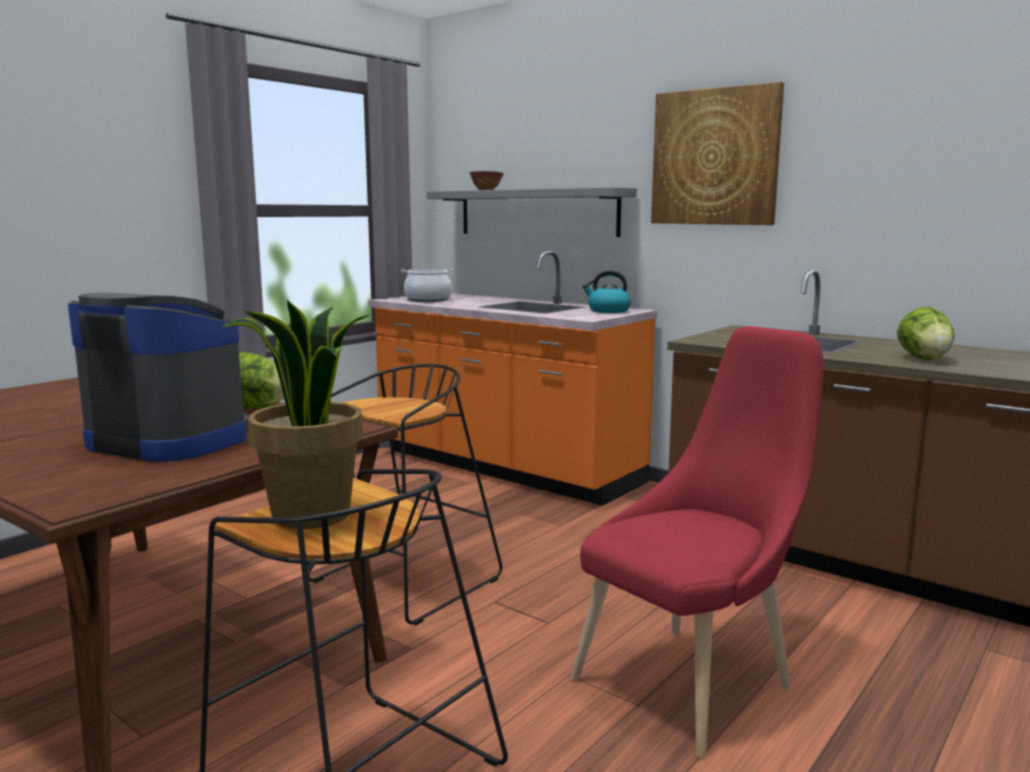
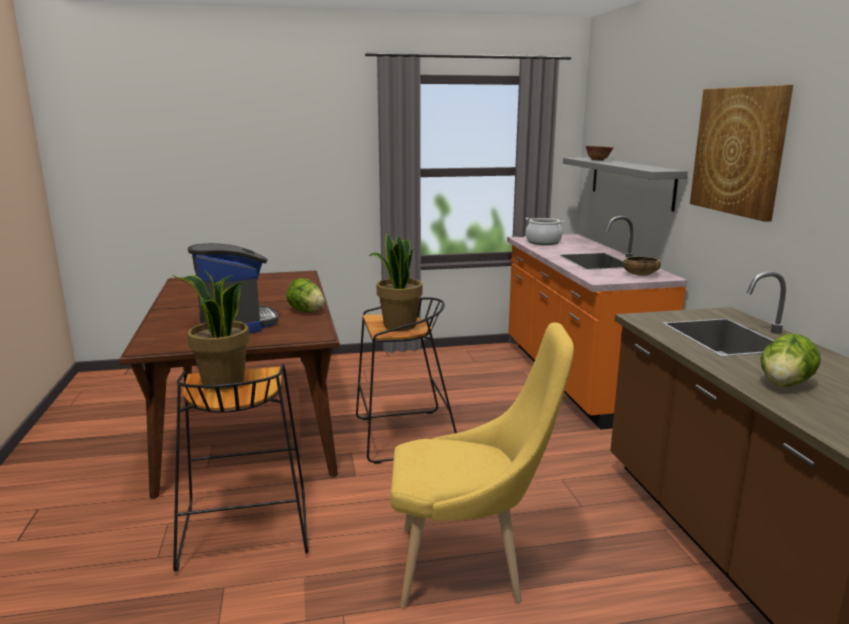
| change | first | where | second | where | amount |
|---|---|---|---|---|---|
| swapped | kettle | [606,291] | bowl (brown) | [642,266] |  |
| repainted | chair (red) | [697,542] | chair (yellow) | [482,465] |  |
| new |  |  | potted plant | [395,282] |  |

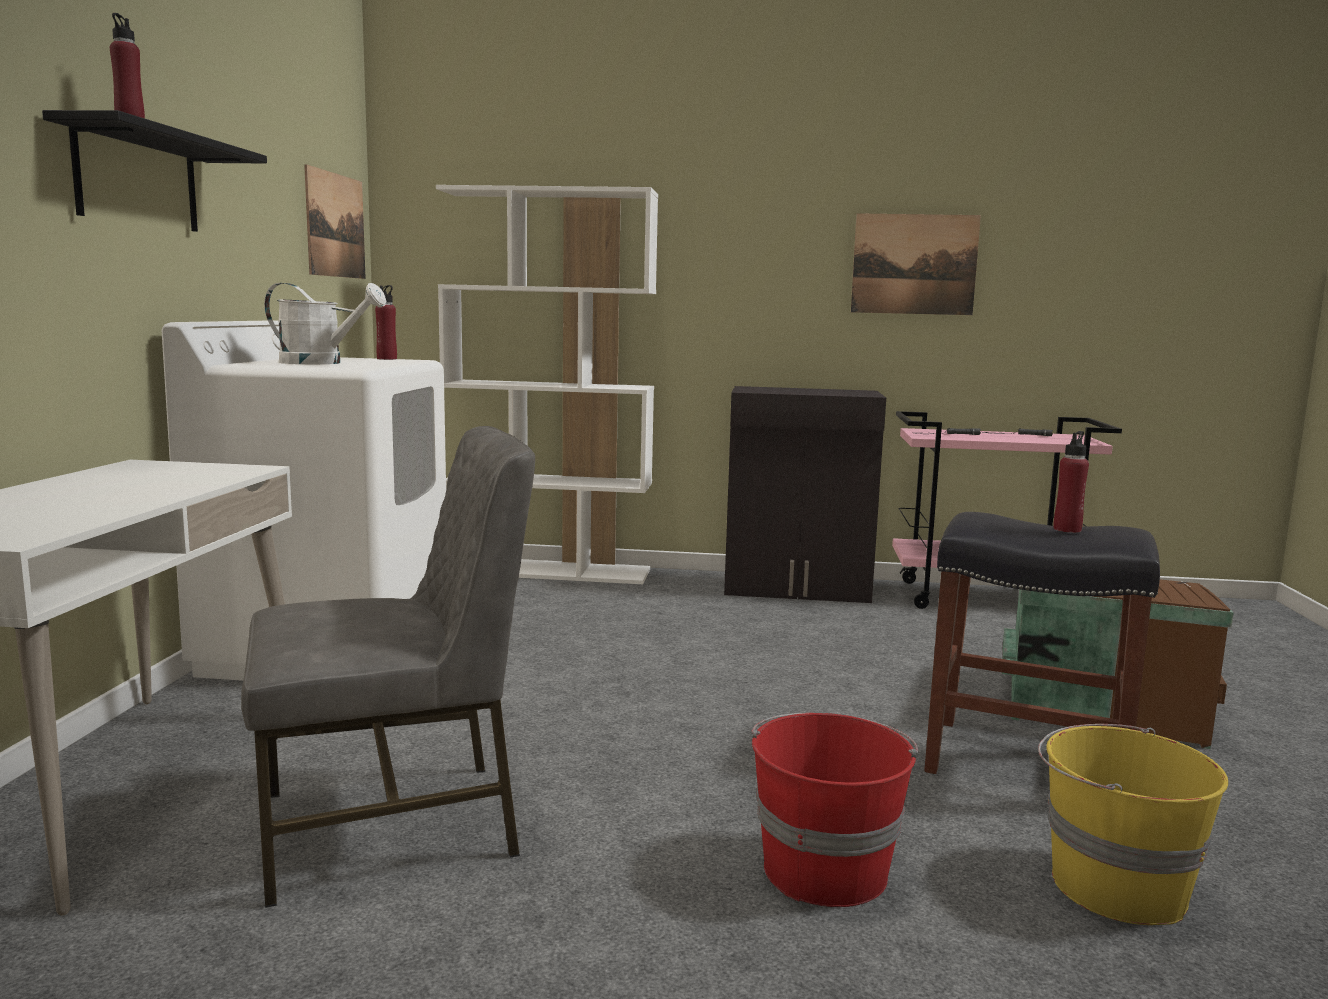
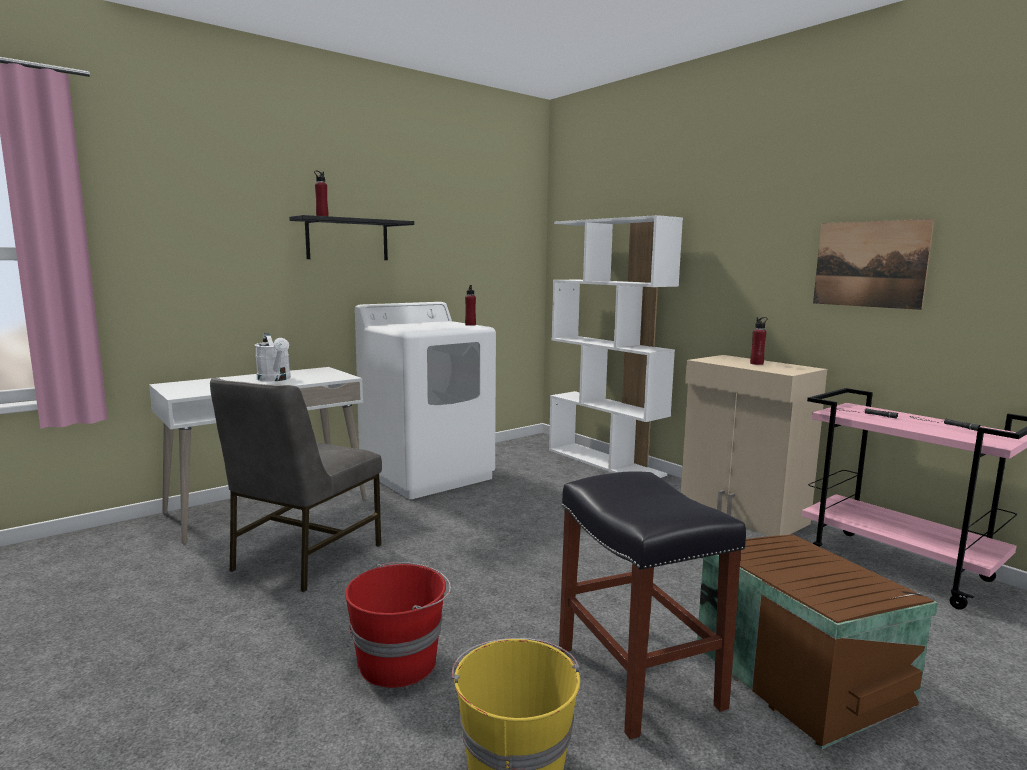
| change | first | where | second | where | amount |
|---|---|---|---|---|---|
| gone | picture | [335,221] |  |  |  |
| shifted | watering can (white) | [325,323] |  | [273,357] |  |
| repainted | cabinet (black) | [805,494] | cabinet (beige) | [754,445] |  |
| rotated | chair (grey) | [388,667] |  | [296,485] | 90 degrees clockwise |
| shifted | bottle (red) | [1071,482] |  | [759,341] |  |

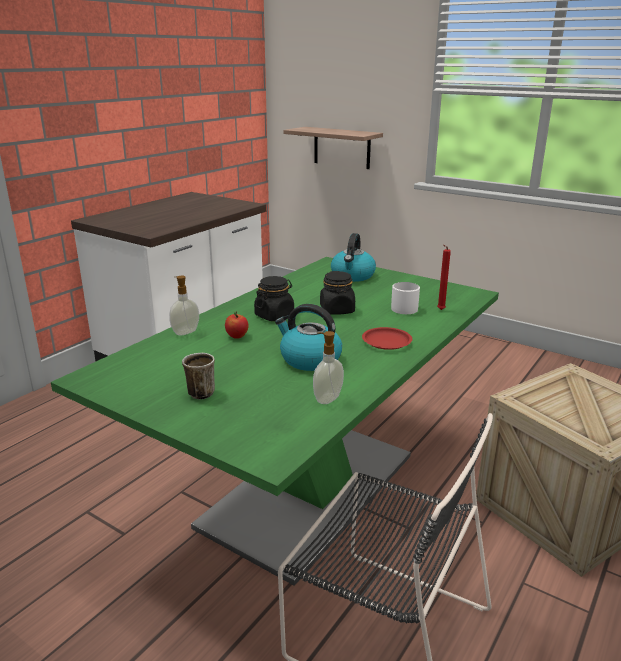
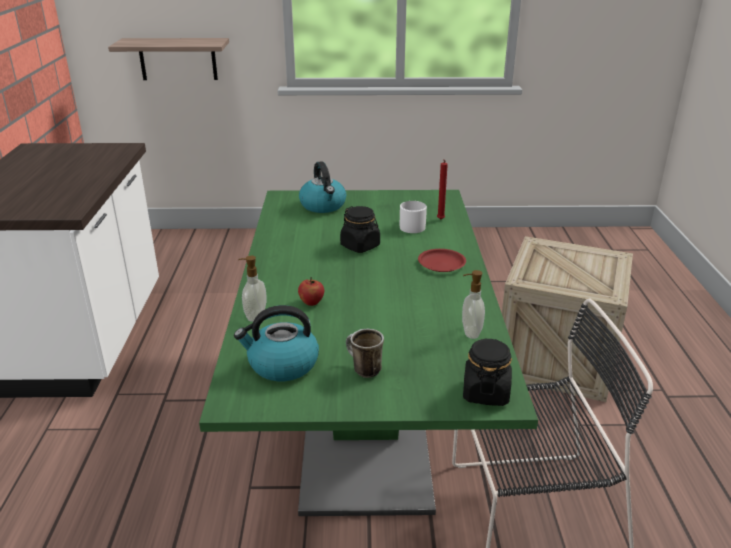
| change | first | where | second | where | amount |
|---|---|---|---|---|---|
| shifted | jar (black) | [274,298] |  | [487,372] |  |
| shifted | kettle | [308,337] |  | [276,343] |  |

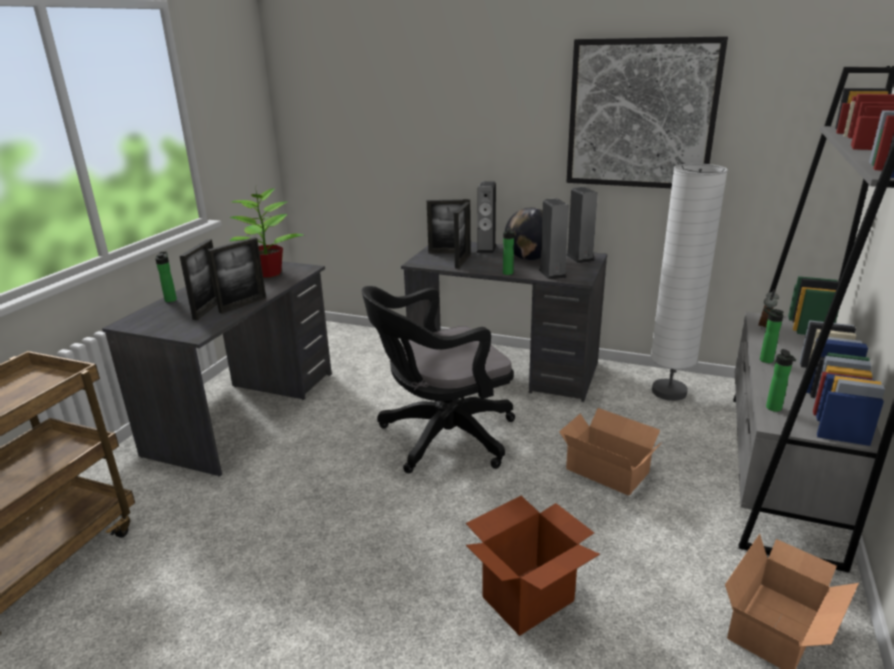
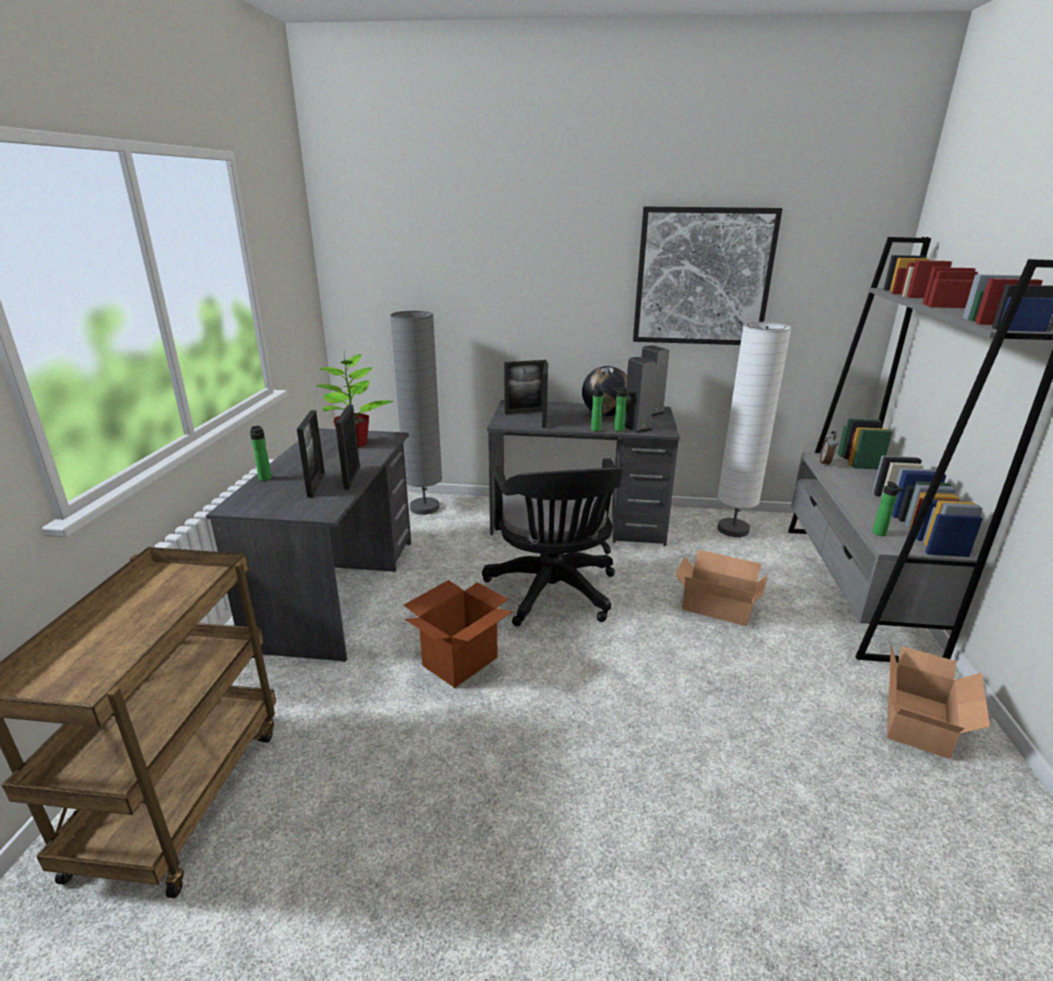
| change | first | where | second | where | amount |
|---|---|---|---|---|---|
| gone | speaker | [486,217] |  |  |  |
| rotated | picture frame | [236,275] |  | [347,447] | 150 degrees clockwise |
| rotated | office chair (black) | [438,379] |  | [552,542] | 60 degrees counterclockwise |
| shifted | bottle | [772,335] |  | [620,409] |  |
| shifted | cardboard box | [533,565] |  | [458,634] |  |
| new |  |  | floor lamp (grey) | [416,413] |  |

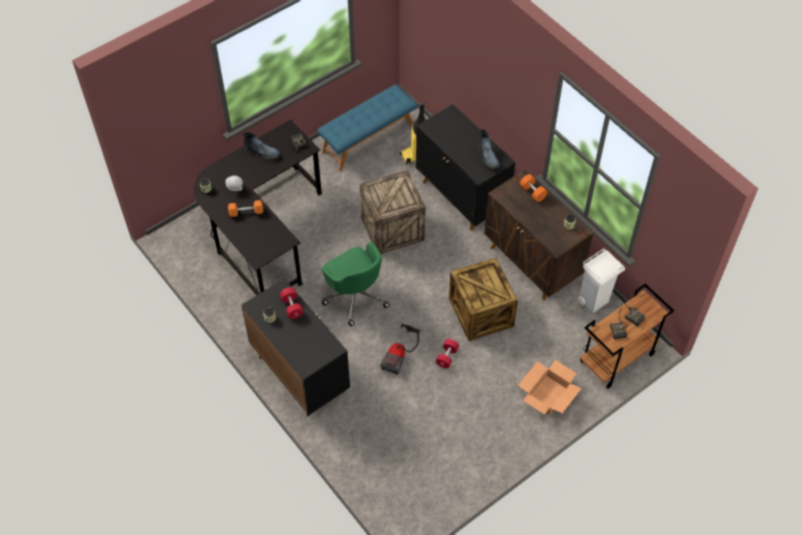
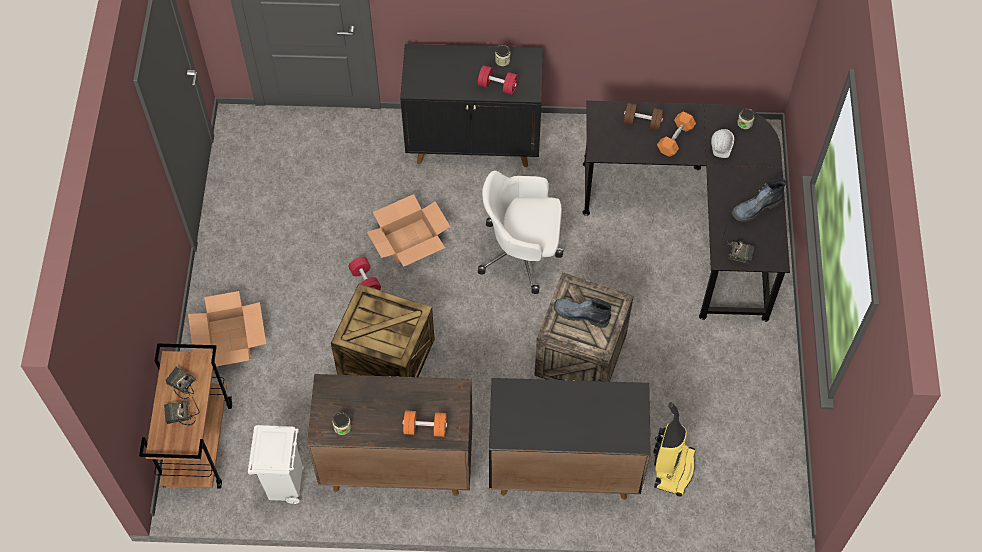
| change | first | where | second | where | amount |
|---|---|---|---|---|---|
| gone | bench (blue) | [367,127] |  |  |  |
| shifted | boot | [489,149] |  | [582,313] |  |
| repainted | office chair (green) | [355,284] | office chair (white) | [521,232] |  |
| swapped | vacuum cleaner | [400,349] | cardboard box | [409,230] |  |
| new |  |  | dumbbell (brown) | [643,116] |  |

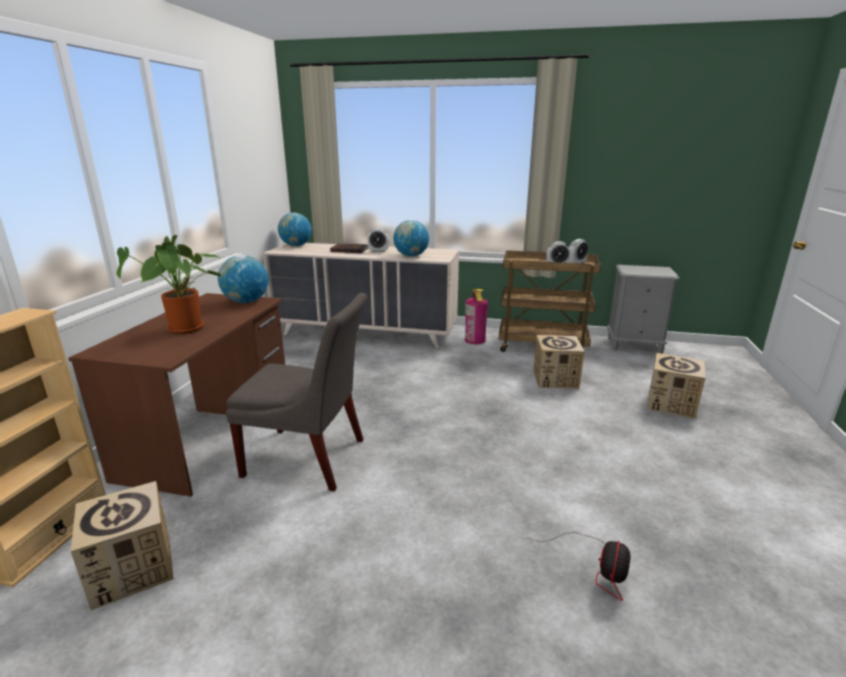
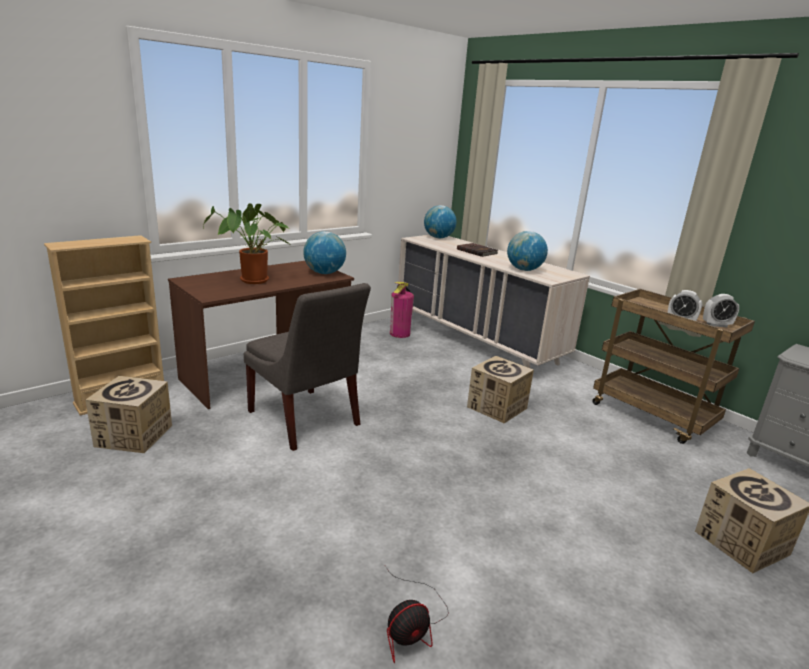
| change | first | where | second | where | amount |
|---|---|---|---|---|---|
| gone | alarm clock | [378,240] |  |  |  |
| shifted | fire extinguisher | [476,316] |  | [402,310] |  |
| shifted | cardboard box | [559,362] |  | [500,390] |  |

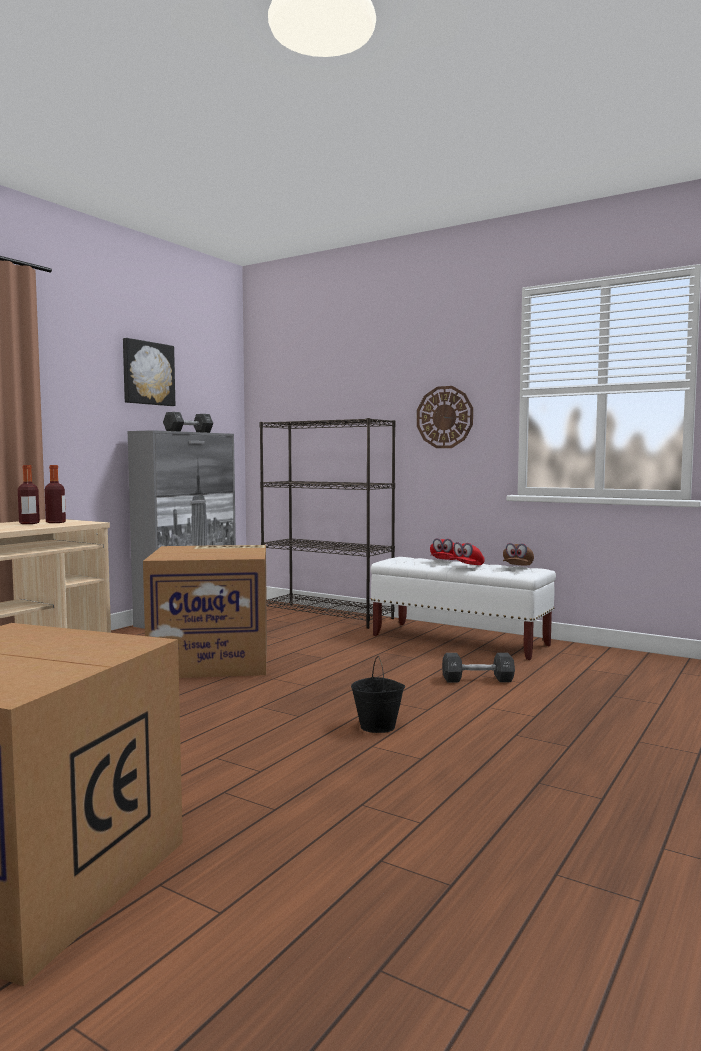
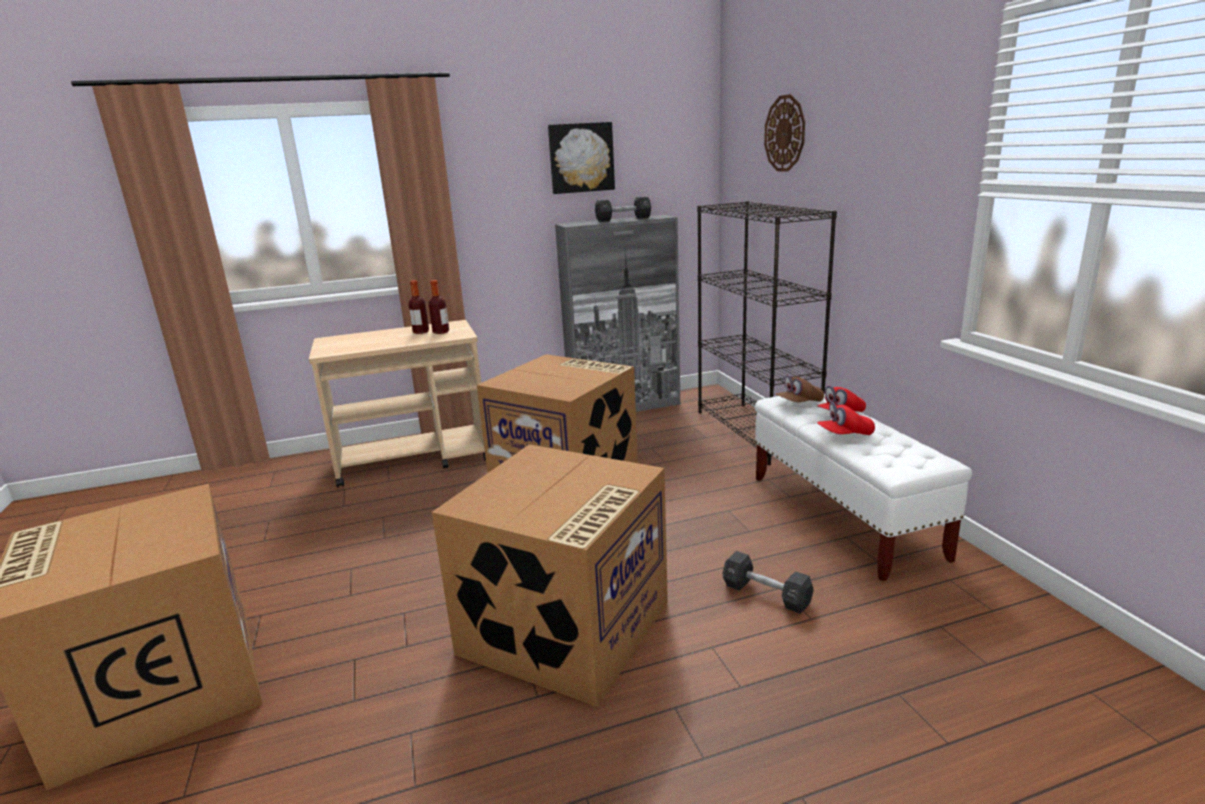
| change | first | where | second | where | amount |
|---|---|---|---|---|---|
| shifted | wall clock | [445,417] |  | [784,133] |  |
| shifted | cap (brown) | [518,554] |  | [800,388] |  |
| swapped | bucket (black) | [378,694] | cardboard box | [550,575] |  |

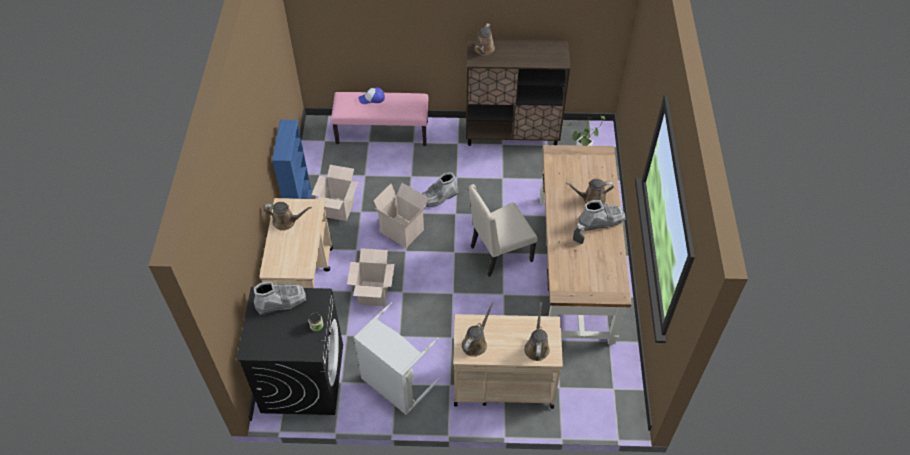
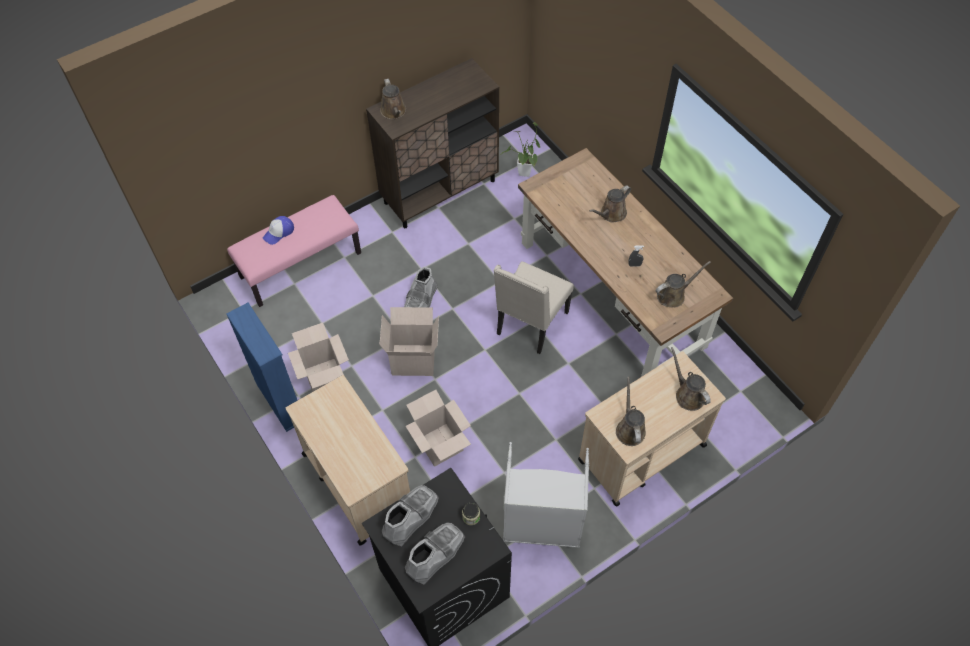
| change | first | where | second | where | amount |
|---|---|---|---|---|---|
| shifted | boot (grey) | [602,215] |  | [435,554] |  |
| shifted | watering can (brown) | [288,216] |  | [683,284] |  |

